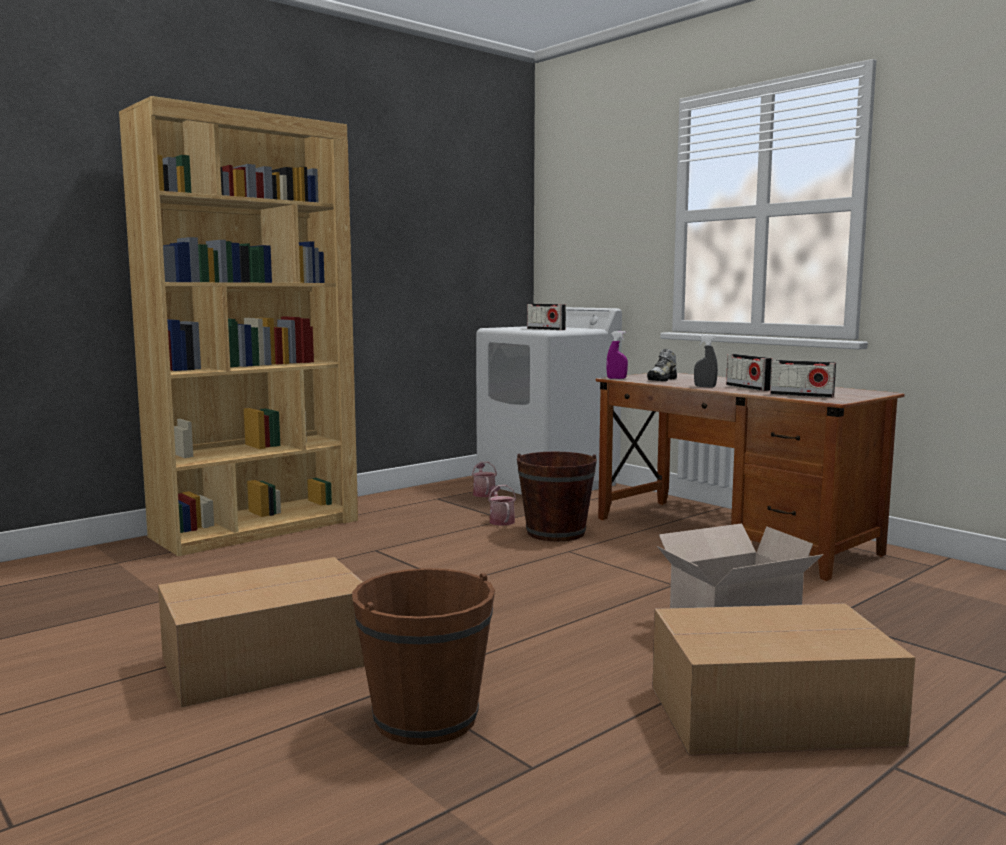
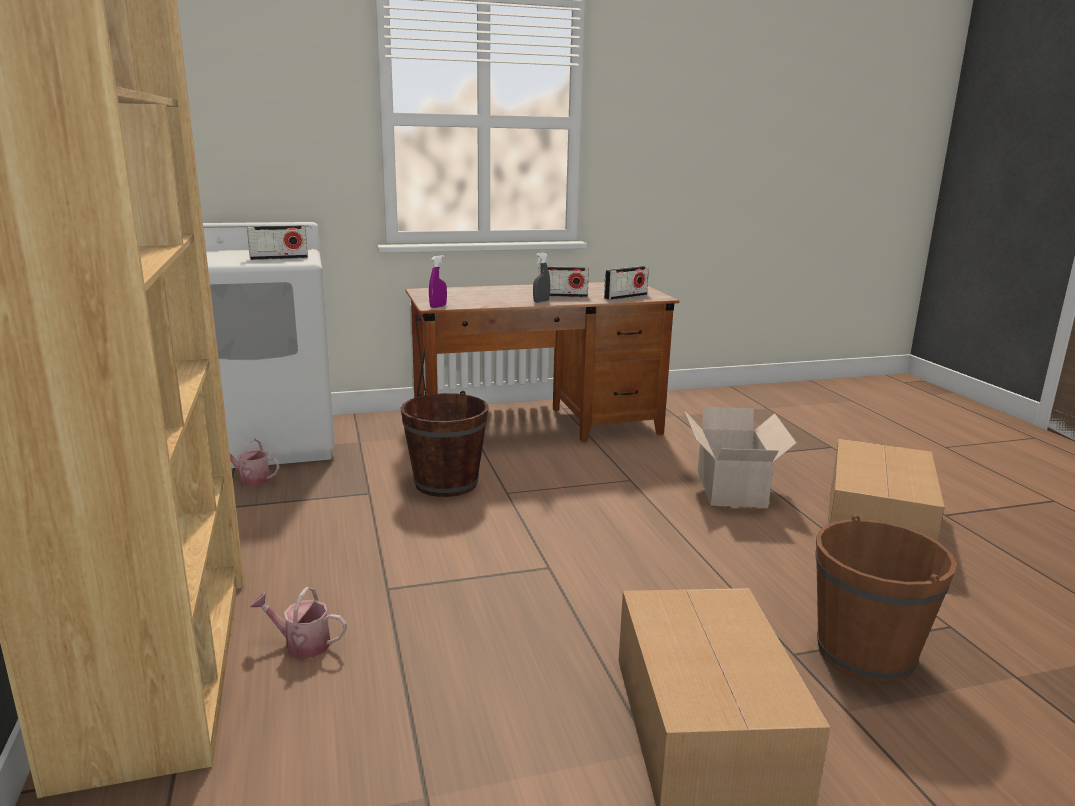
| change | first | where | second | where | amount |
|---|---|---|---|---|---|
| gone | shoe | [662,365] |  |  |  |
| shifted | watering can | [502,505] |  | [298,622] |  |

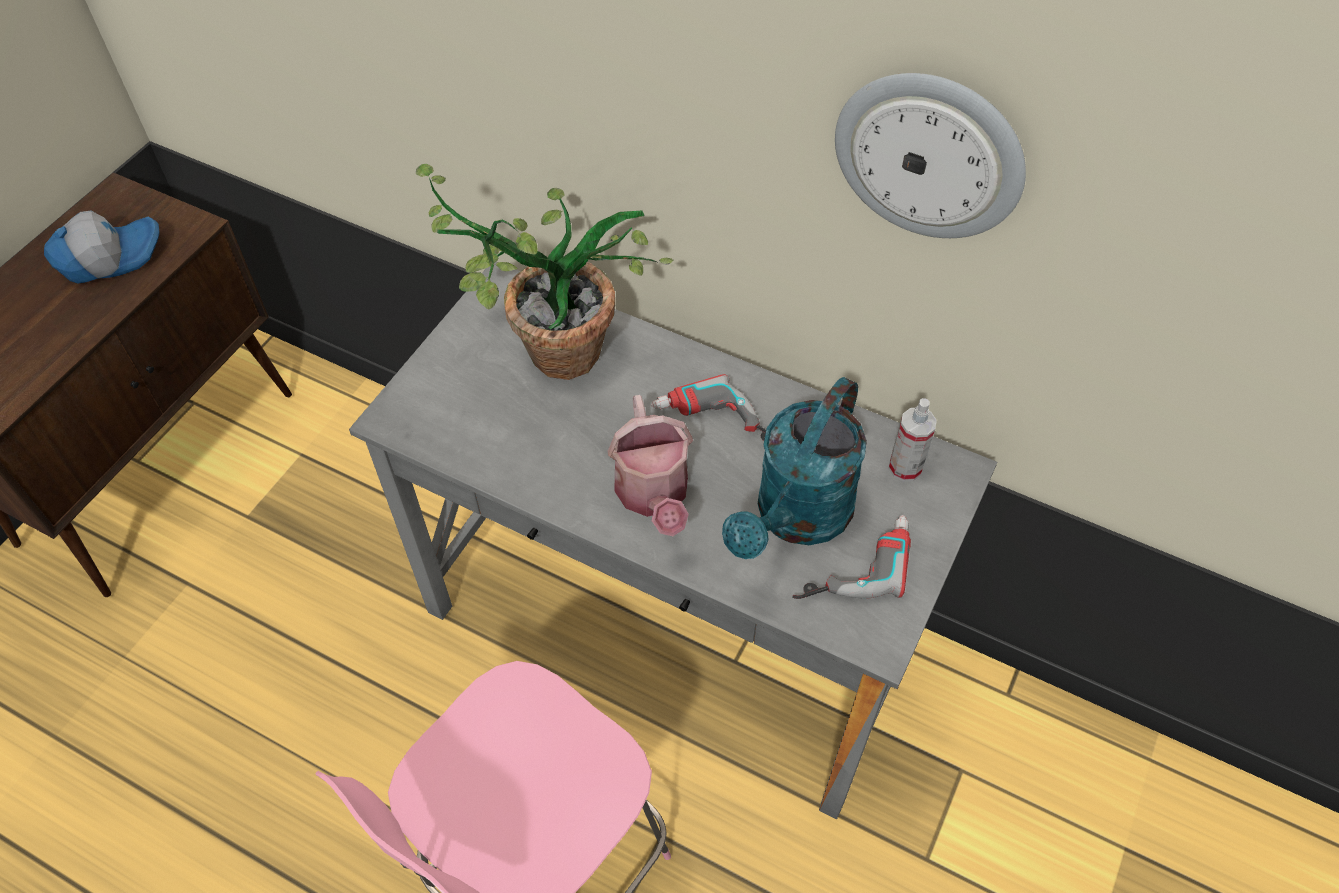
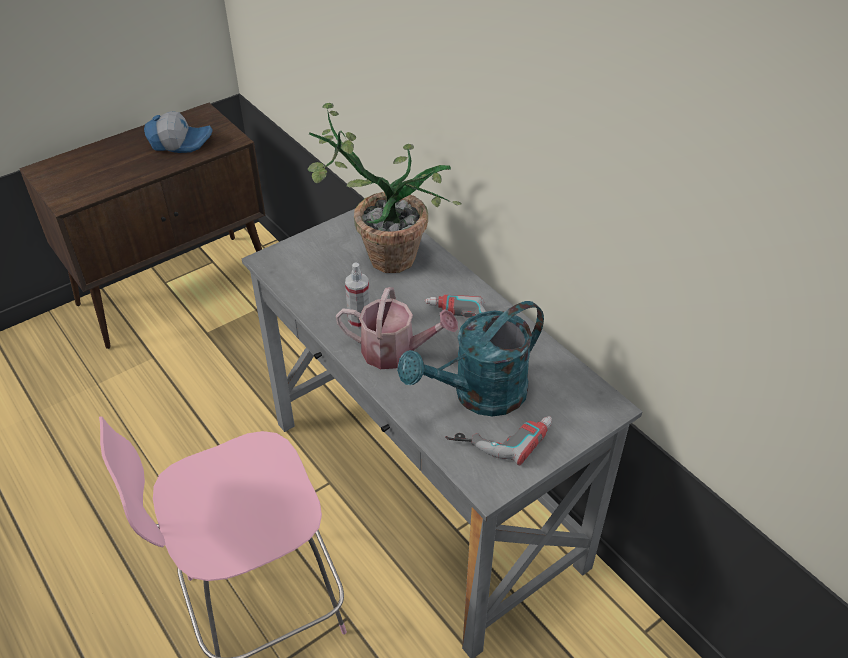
| change | first | where | second | where | amount |
|---|---|---|---|---|---|
| gone | wall clock | [930,155] |  |  |  |
| rotated | watering can | [650,465] |  | [397,328] | 90 degrees counterclockwise |
| shifted | spray bottle | [913,440] |  | [357,296] |  |

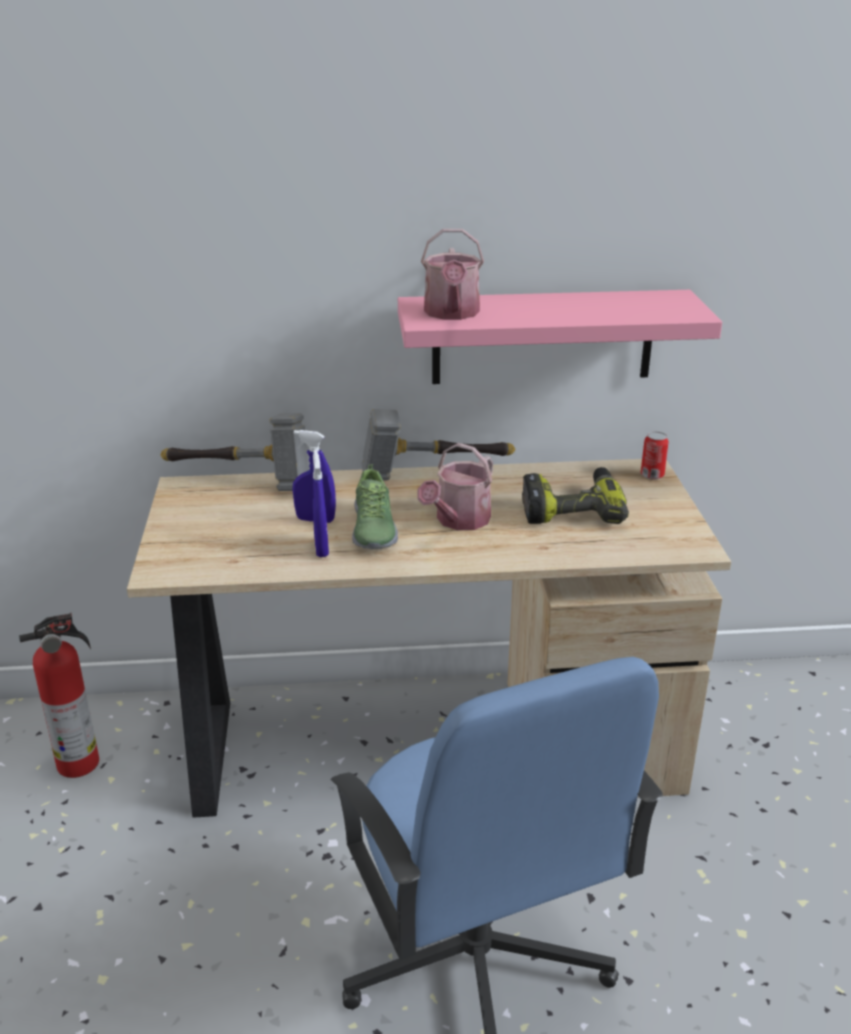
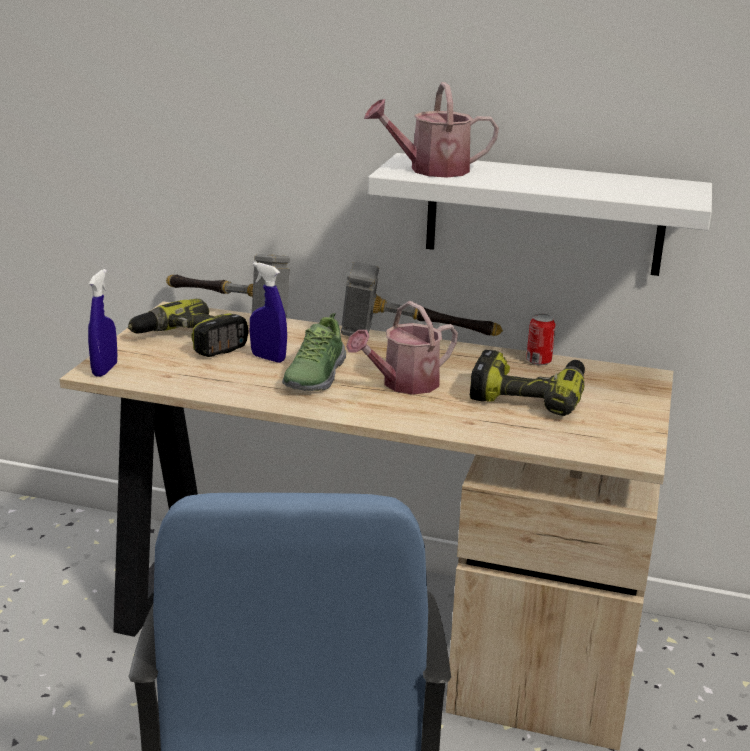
| change | first | where | second | where | amount |
|---|---|---|---|---|---|
| rotated | watering can | [452,274] |  | [431,130] | 60 degrees clockwise |
| repainted | shelf (pink) | [560,337] | shelf (white) | [540,214] |  |
| shifted | can | [654,455] |  | [540,339] |  |
| shifted | spray bottle (blue) | [321,503] |  | [102,323] |  |
| gone | fire extinguisher | [59,695] |  |  |  |
| new |  |  | power drill | [188,328] |  |

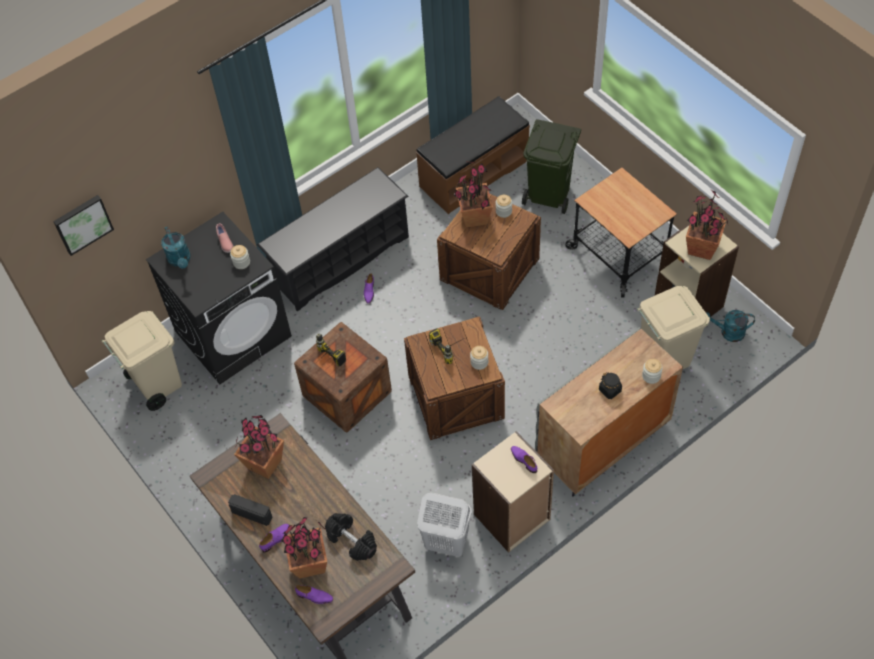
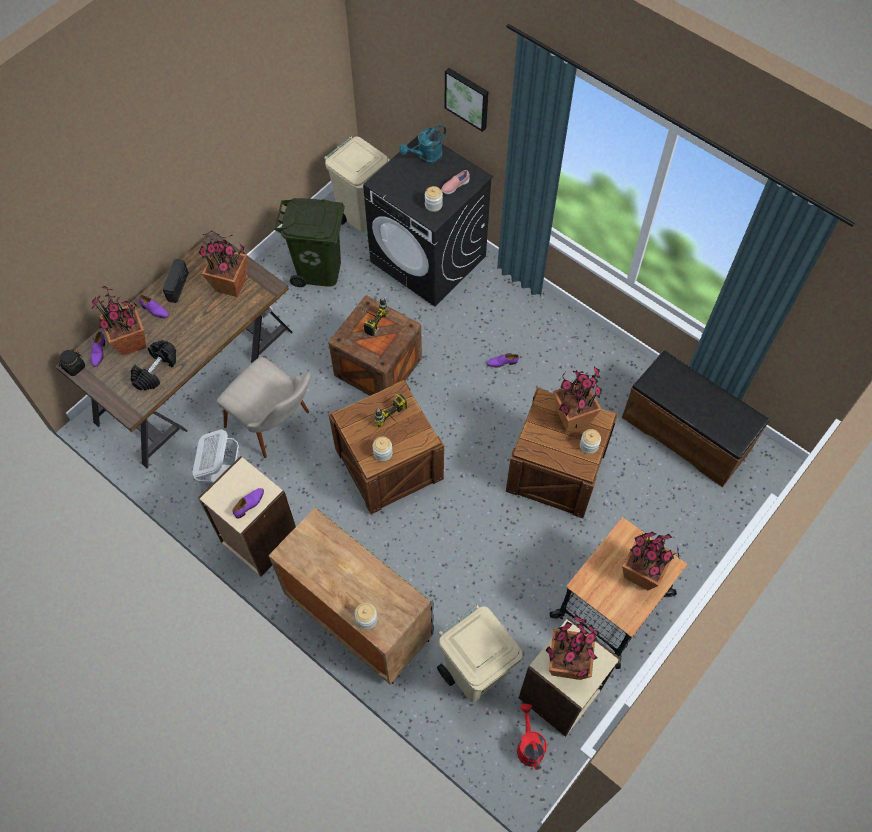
| change | first | where | second | where | amount |
|---|---|---|---|---|---|
| shifted | trash can (green) | [551,166] |  | [309,242] |  |
| gone | shoe rack (black) | [333,239] |  |  |  |
| shifted | picture | [83,225] |  | [466,100] |  |
| repainted | watering can (turquoise) | [730,326] | watering can (red) | [532,737] |  |
| shifted | jar (black) | [610,385] |  | [72,362] |  |
| new |  |  | chair (beige) | [264,407] |  |
| new |  |  | potted plant | [651,560] |  |

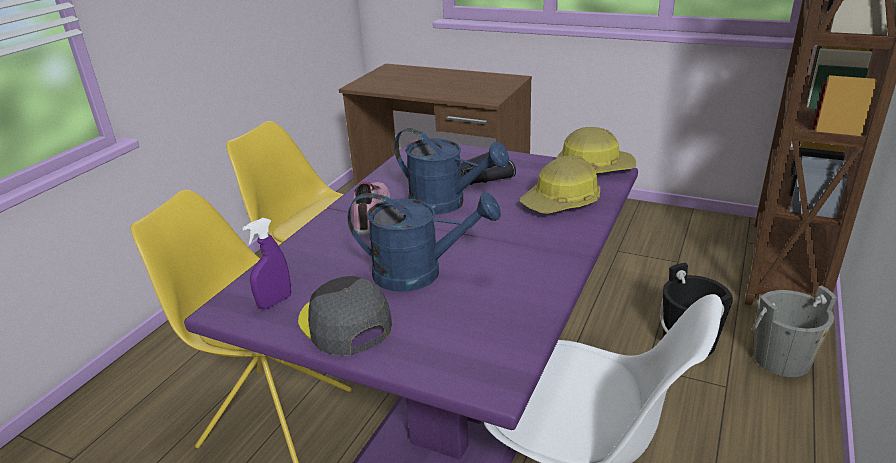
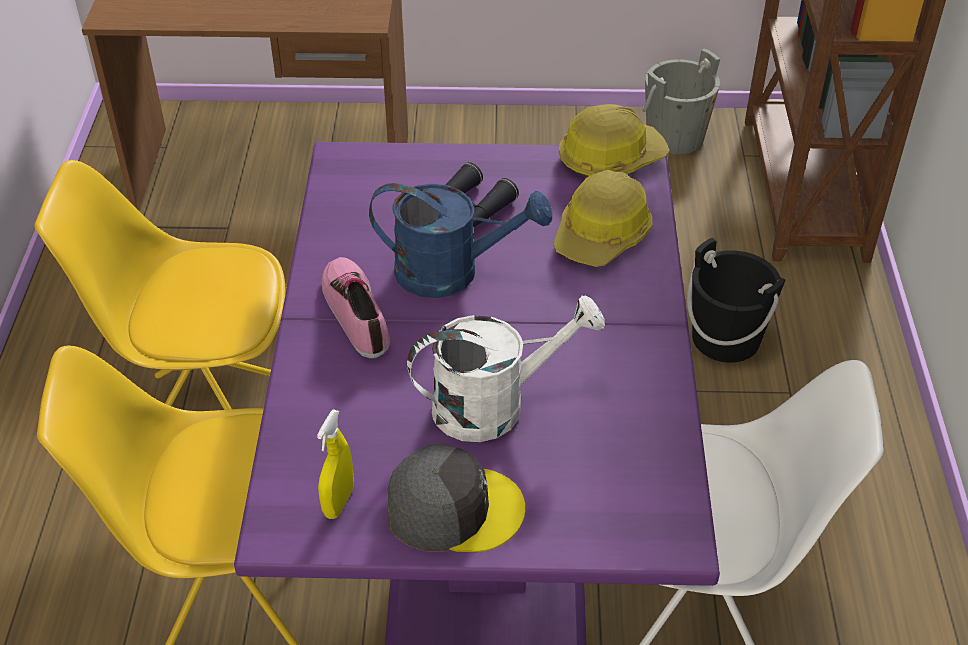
| change | first | where | second | where | amount |
|---|---|---|---|---|---|
| repainted | watering can (blue) | [424,242] | watering can (white) | [506,368] |  |
| repainted | spray bottle (purple) | [267,263] | spray bottle (yellow) | [335,464] |  |
| rotated | cap (grey) | [345,316] |  | [456,498] | 150 degrees clockwise |
| shifted | bucket (grey) | [794,331] |  | [681,101] |  |

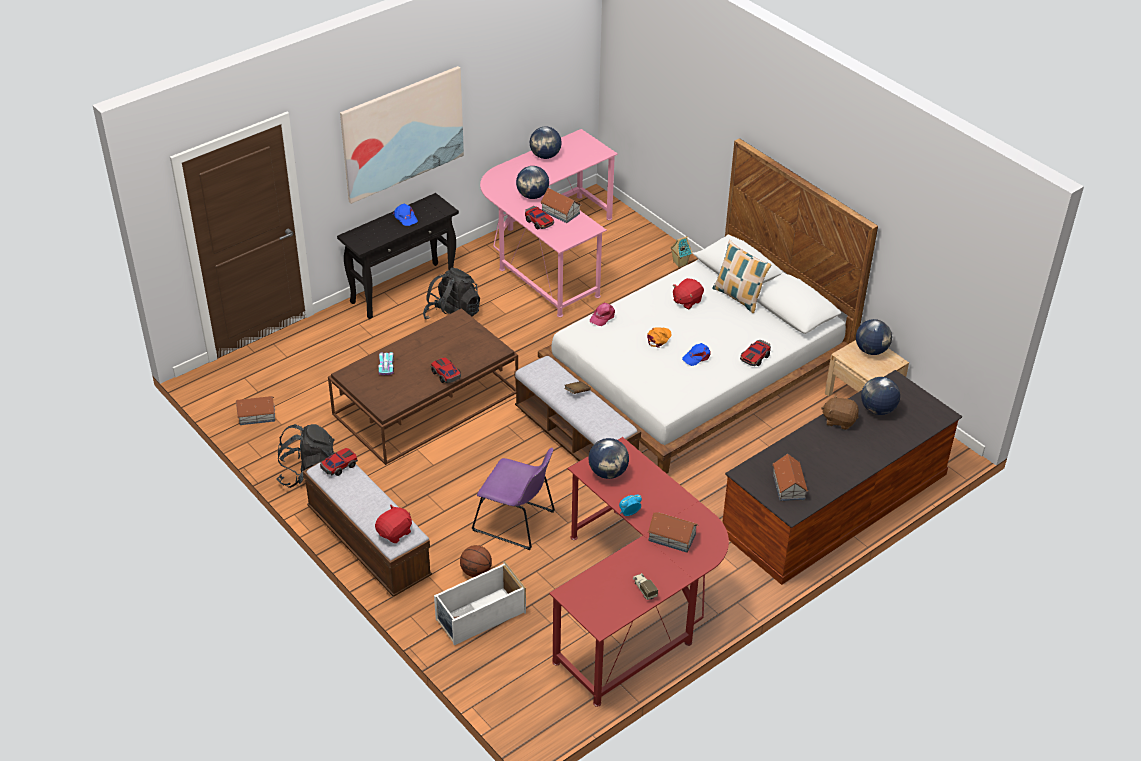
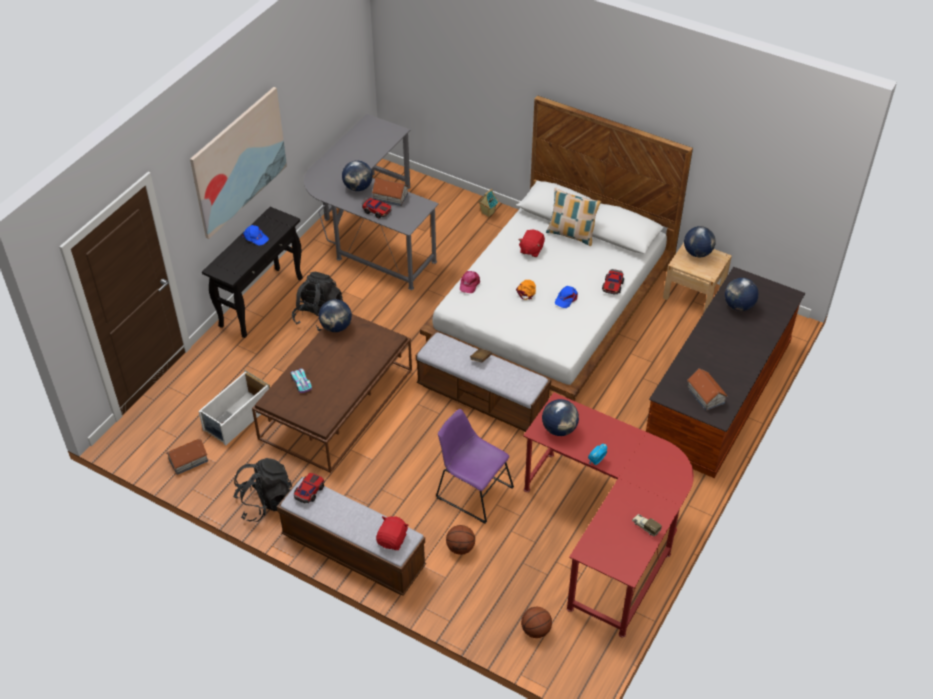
| change | first | where | second | where | amount |
|---|---|---|---|---|---|
| shifted | globe | [545,143] |  | [335,315] |  |
| repainted | desk (pink) | [549,223] | desk (grey) | [371,202] |  |
| gone | toy car | [446,370] |  |  |  |
| gone | plush toy (brown) | [840,412] |  |  |  |
| rotated | chair (purple) | [513,499] |  | [475,466] | 150 degrees counterclockwise |
| gone | toy house | [673,532] |  |  |  |
| shifted | storage box (white) | [480,603] |  | [234,407] |  |
| new |  |  | basketball | [536,622] |  |

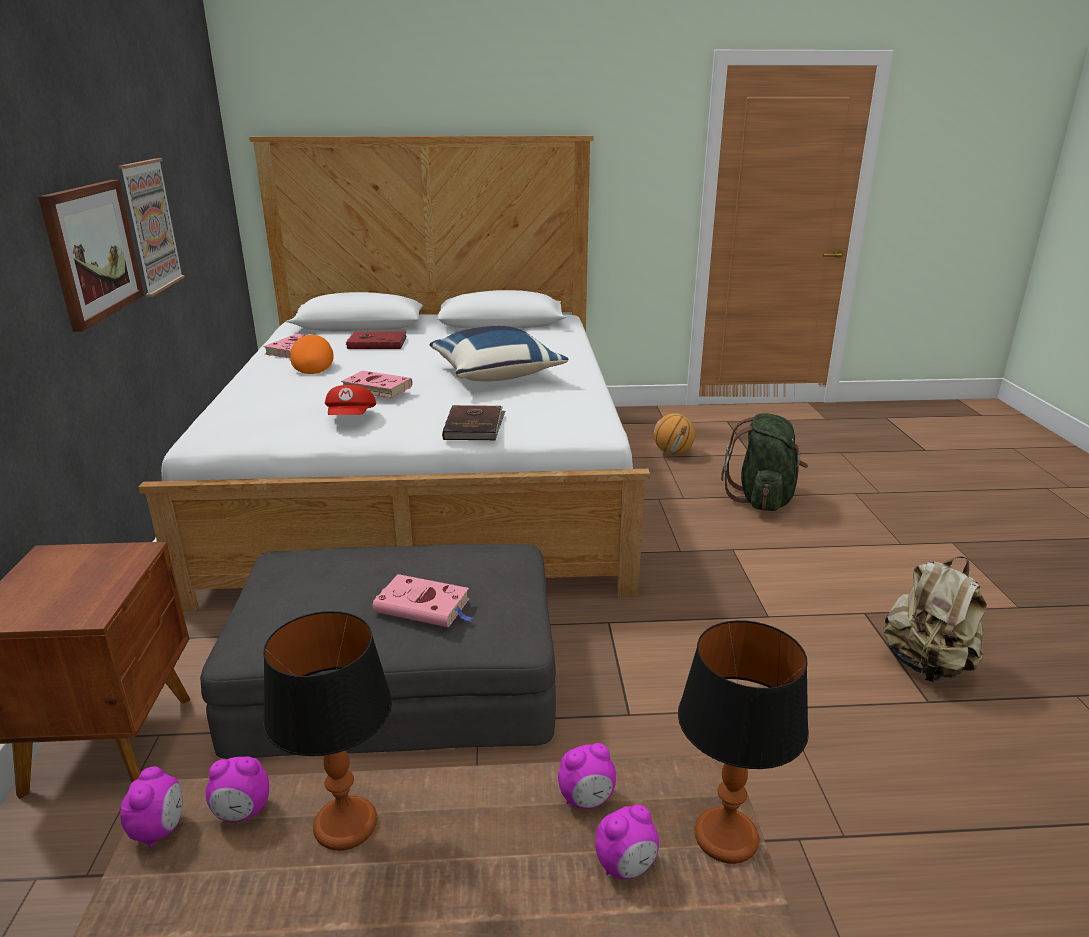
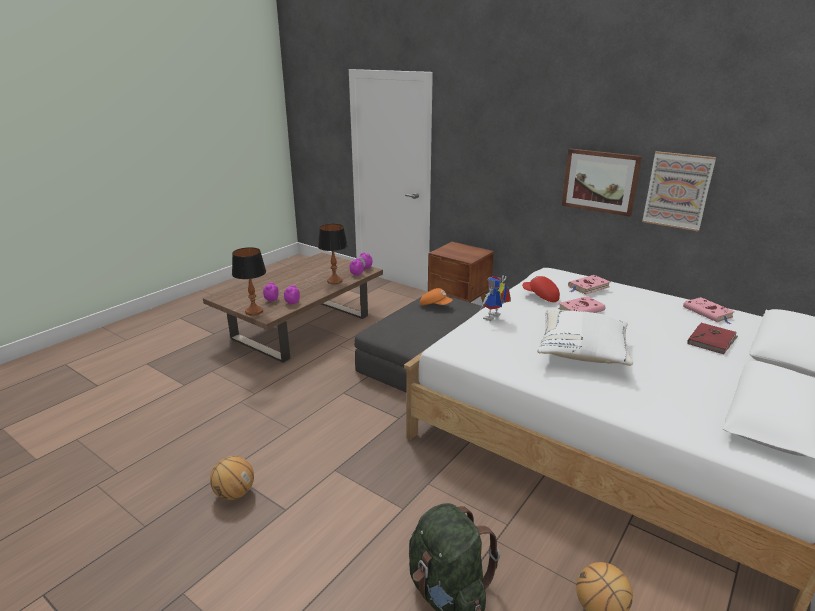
| change | first | where | second | where | amount |
|---|---|---|---|---|---|
| repainted | pillow (blue) | [498,353] | pillow (white) | [585,338] |  |
| shifted | cap (orange) | [312,354] |  | [436,296] |  |
| swapped | book (brown) | [473,422] | toy robot | [496,298] |  |
| swapped | backpack (beige) | [935,619] | basketball | [232,478] |  |
| shifted | book (pink) | [423,601] |  | [589,285] |  |

